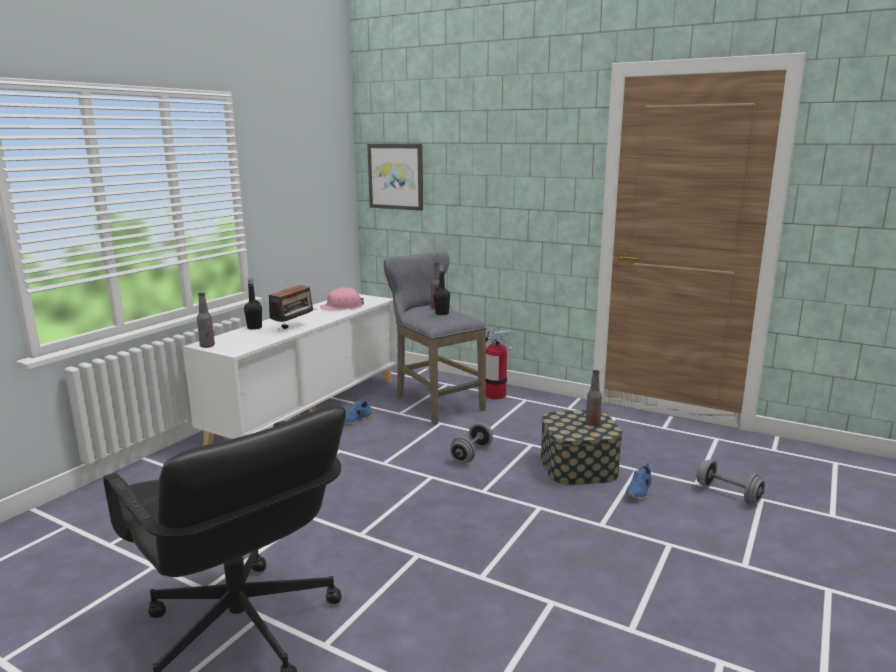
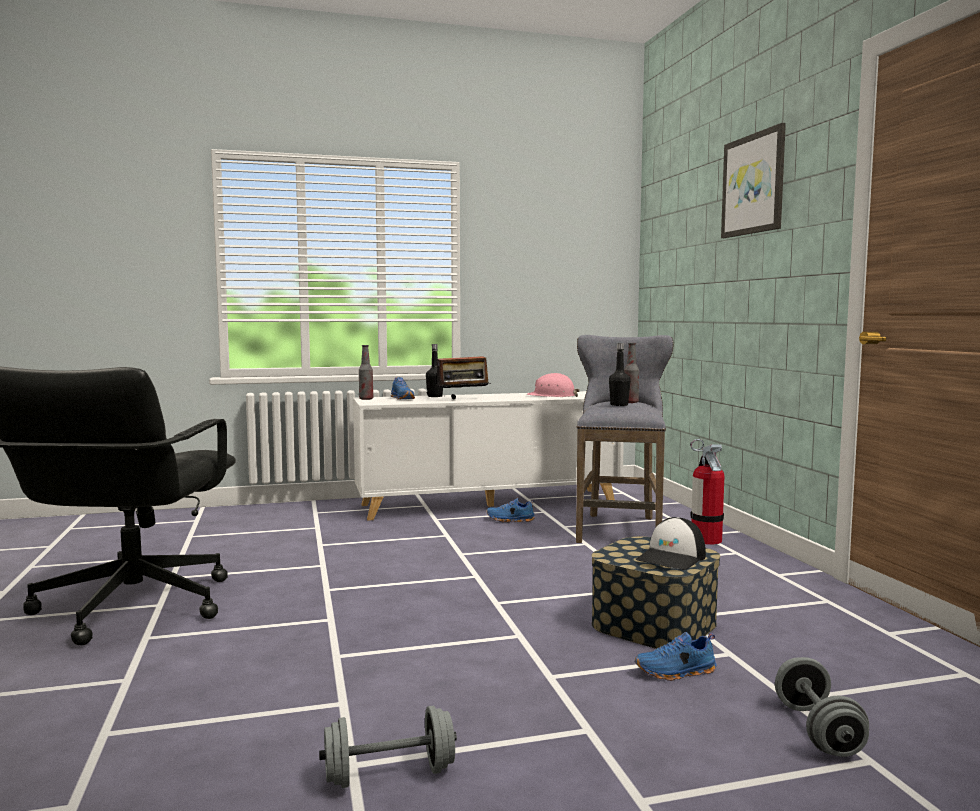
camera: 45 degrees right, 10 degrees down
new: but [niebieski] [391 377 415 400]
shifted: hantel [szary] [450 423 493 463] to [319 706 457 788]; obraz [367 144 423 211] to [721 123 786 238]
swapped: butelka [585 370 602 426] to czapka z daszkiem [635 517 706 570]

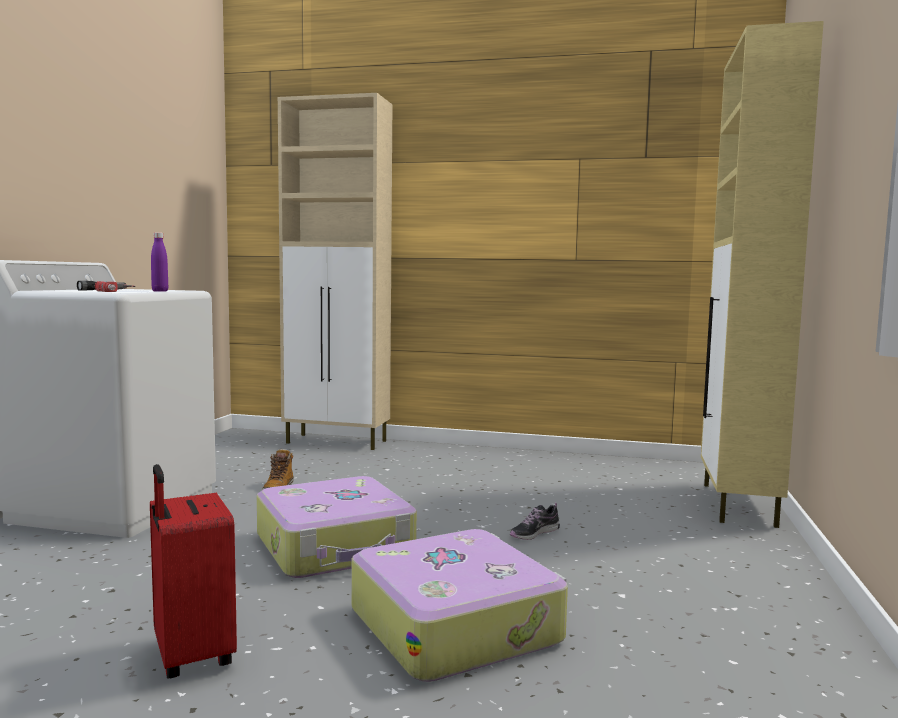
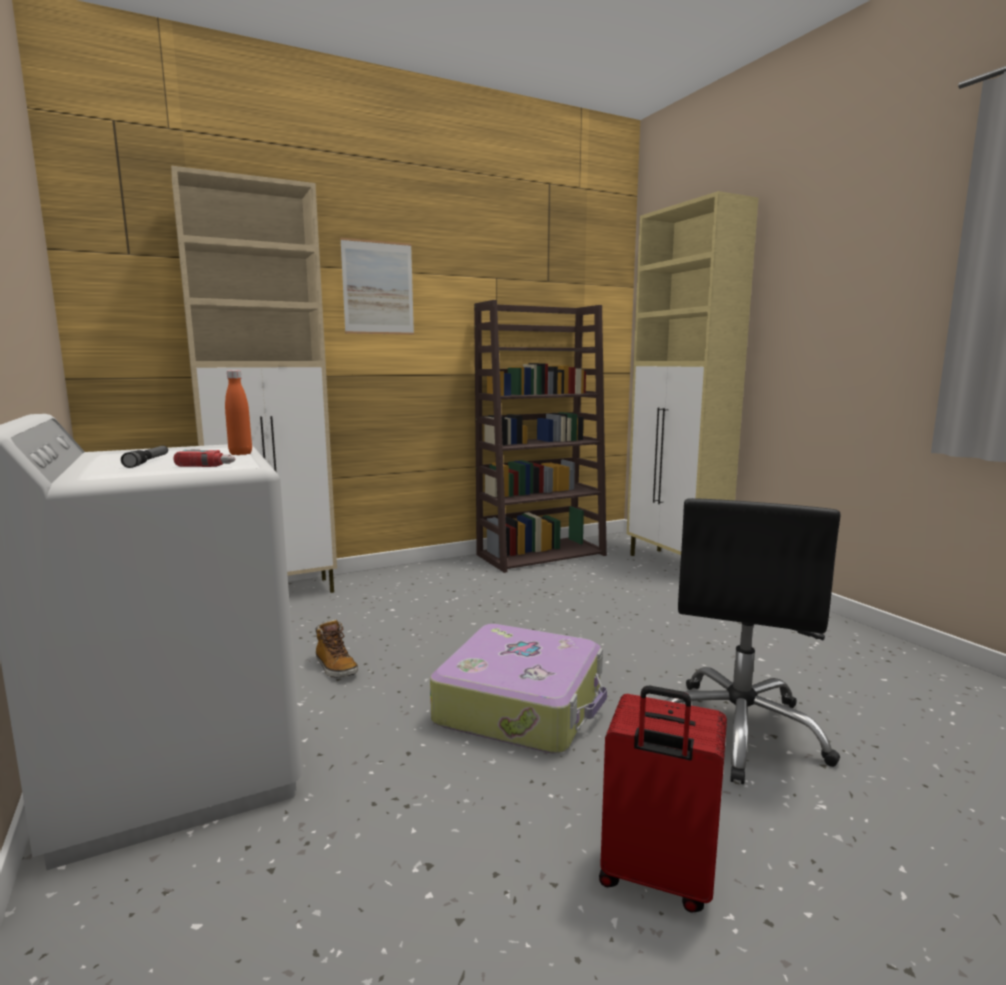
camera: 40 degrees left, 5 degrees up
gone: but [510 503 560 540]
new: obraz [340 238 414 335]; regał [brązowy] [474 300 607 573]
swapped: walizka [351 529 568 682] to krzesło biurowe [czarny] [666 498 841 784]
repainted: butelka [fioletowy] [151 232 168 292] to butelka [pomarańczowy] [225 370 252 455]

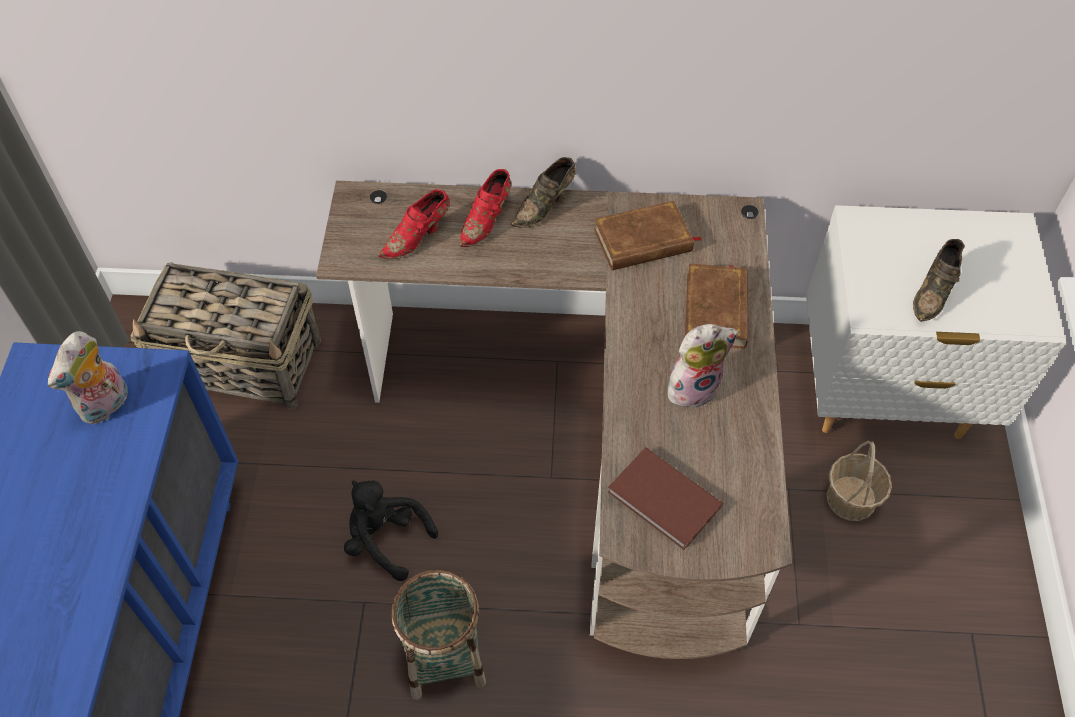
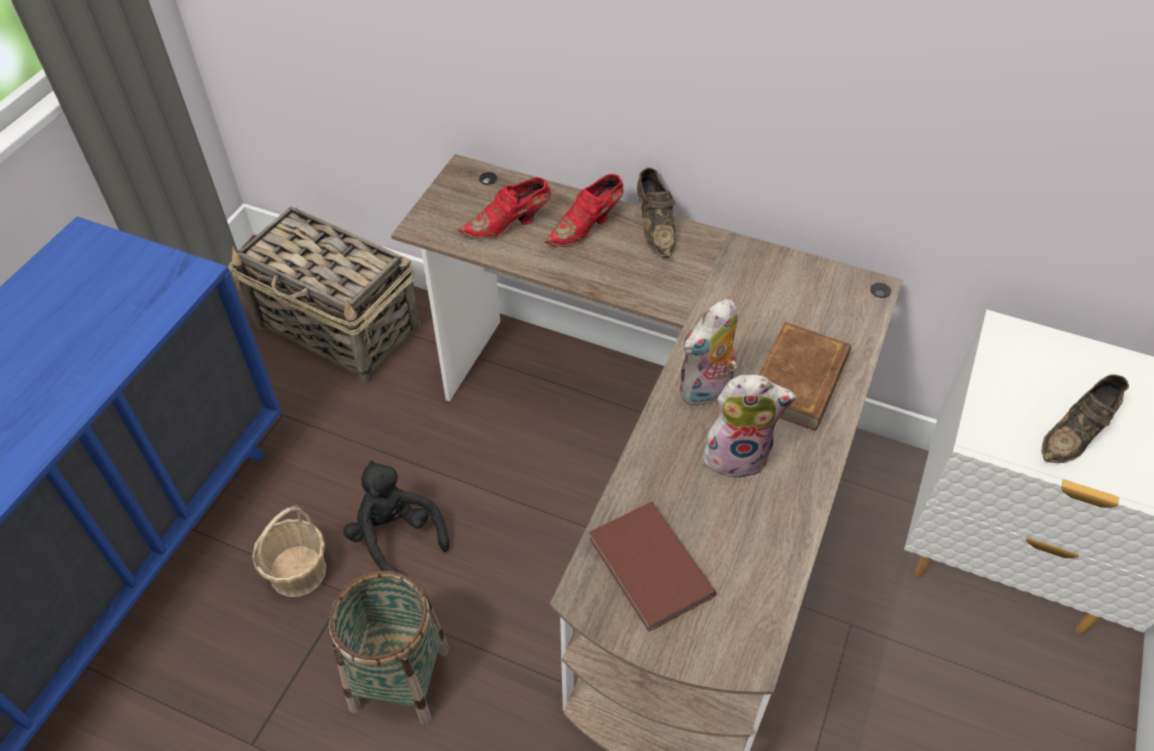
camera: 20 degrees right, 5 degrees down
gone: książka [brązowy] [594 201 702 270]
shifted: koszyk [826 441 892 521] to [252 505 327 597]; pluszak [48 331 128 424] to [678 299 738 406]
rotated: but [brązowy] [511 157 576 228] = [637 168 676 258] 75 degrees counterclockwise

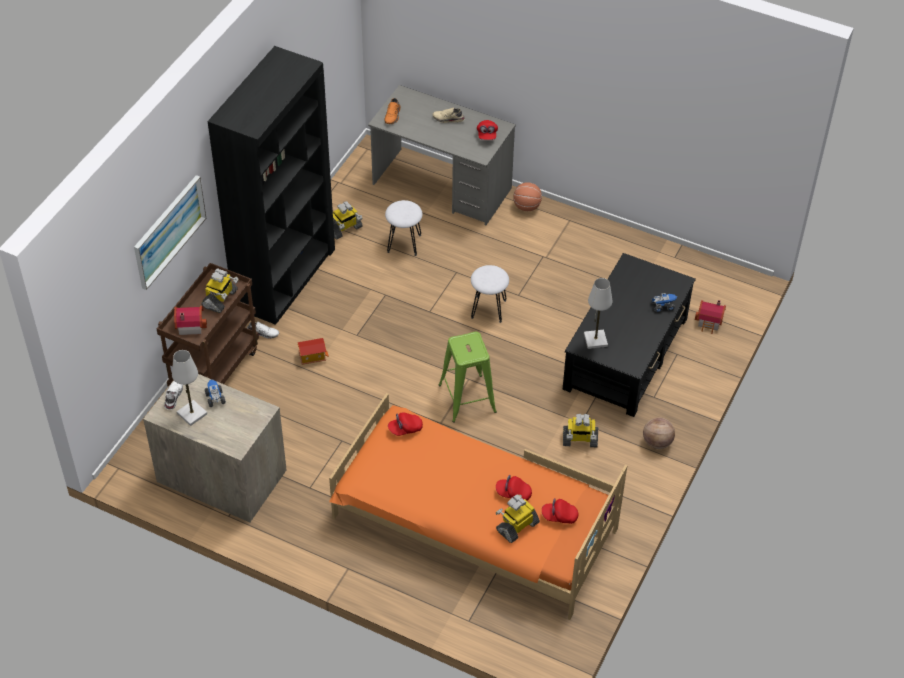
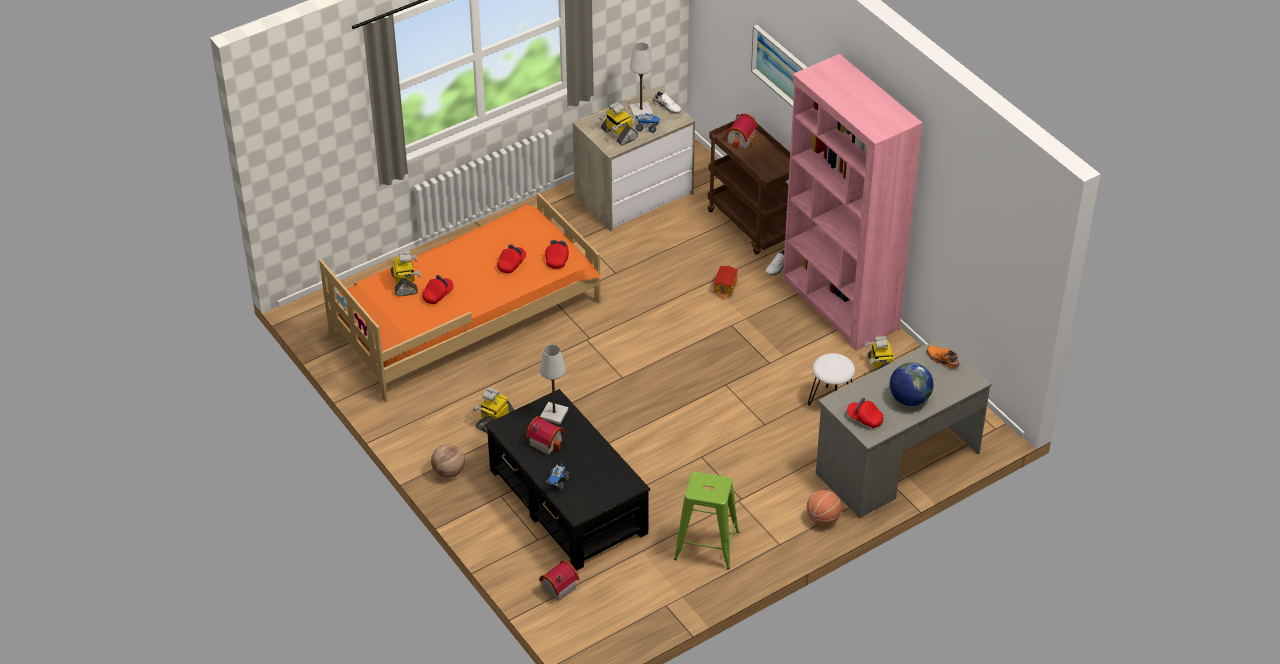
camera: 120 degrees right, 5 degrees down
gone: stołek [biały] [471 265 509 323]
new: domek [526 416 565 455]
shifted: czapka z daszkiem [czerwony] [542 498 579 524] to [497 244 526 273]; robot zabawkowy [201 268 239 313] to [599 102 638 146]; stołek [zielony] [439 332 497 423] to [674 471 739 570]
swapped: but [beżowy] [432 107 465 123] to globus [890 362 933 406]
repainted: regał [czarny] [207 46 335 325] to regał [różowy] [783 54 922 351]

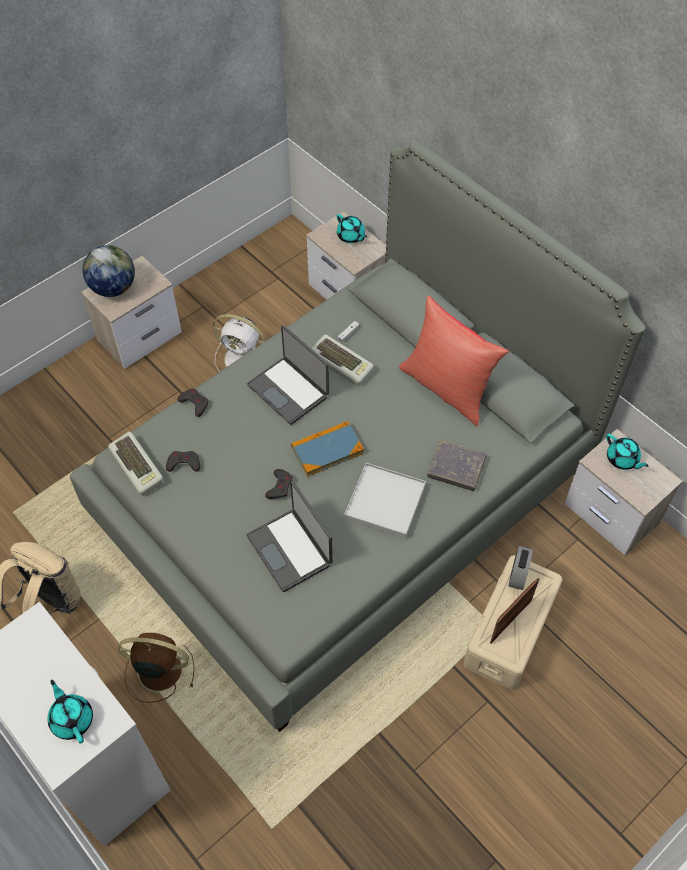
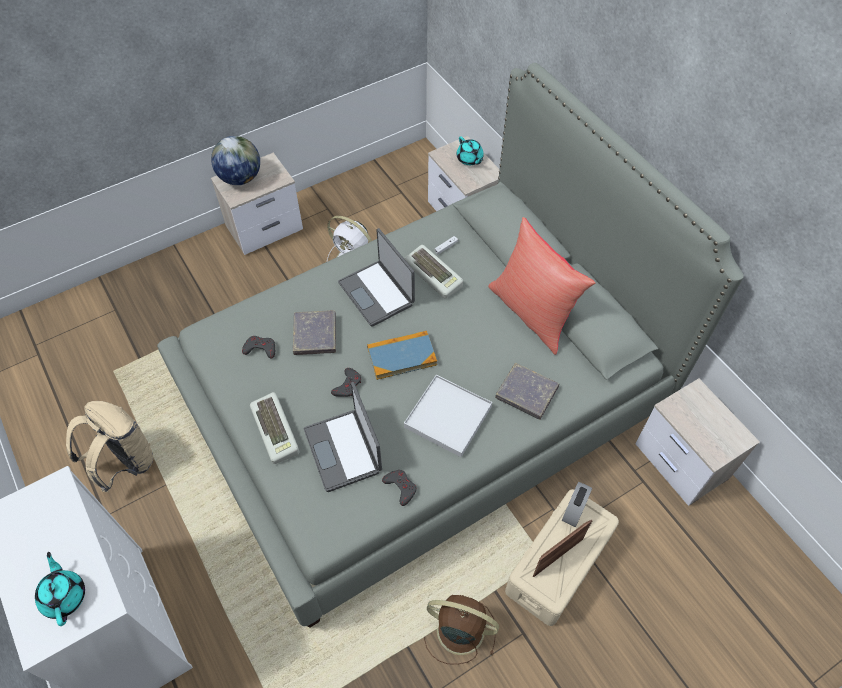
camera: 10 degrees right, 0 degrees up
gone: imbryk [turkusowy] [606 434 649 470]
new: książka [szary] [293 310 336 355]
shifted: klawiatura [108 432 164 496] to [250 392 299 464]; pad do gier [szary] [177 389 208 417] to [382 470 417 506]; wentylator [brązowy] [118 633 195 703] to [424 595 499 665]

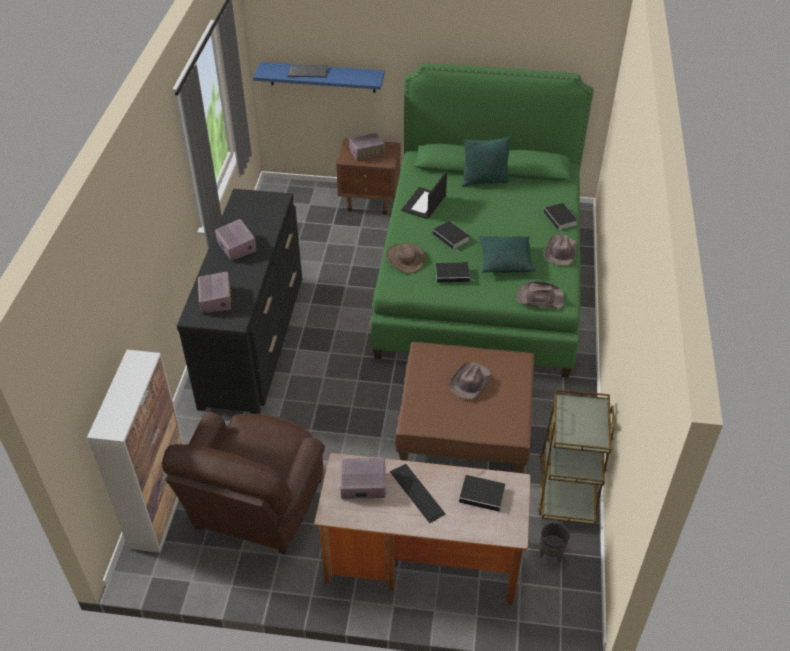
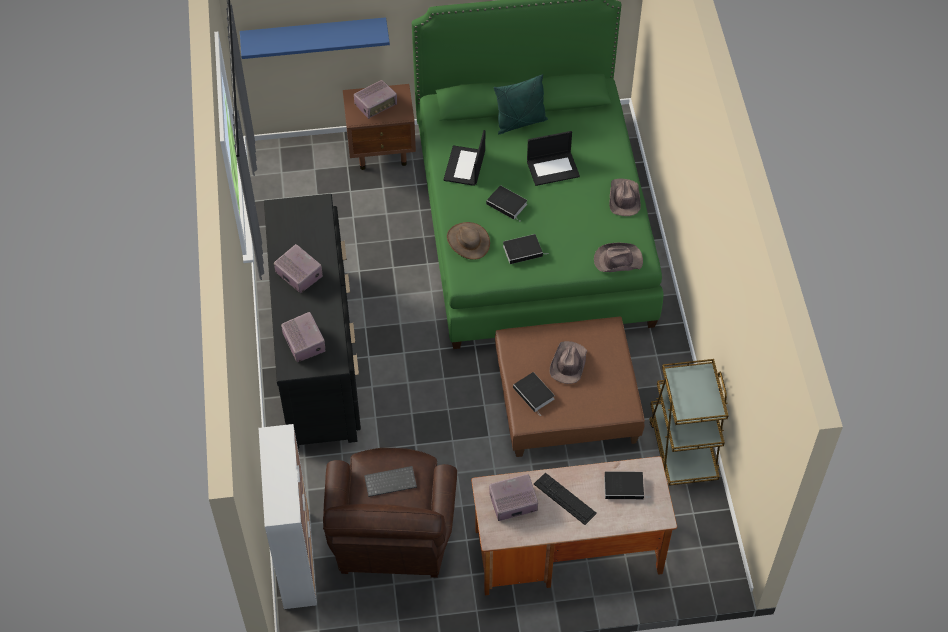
camera: 15 degrees left, 10 degrees up
gone: poduszka [zielony] [479 236 535 273]; donica [czarny] [539 523 570 564]
new: laptop [527 131 580 186]
shifted: klawiatura [288 65 328 78] to [364 466 417 497]; książka [544 203 578 233] to [513 372 555 414]

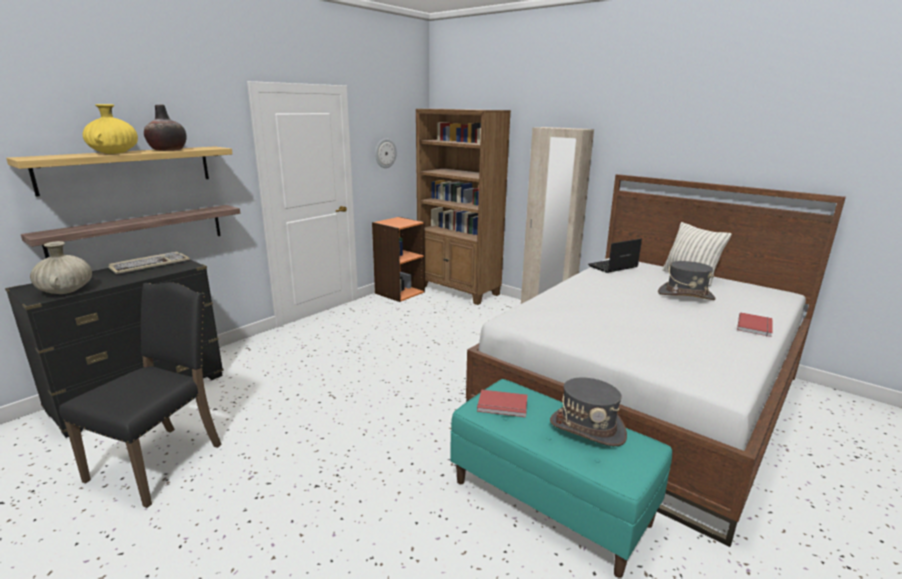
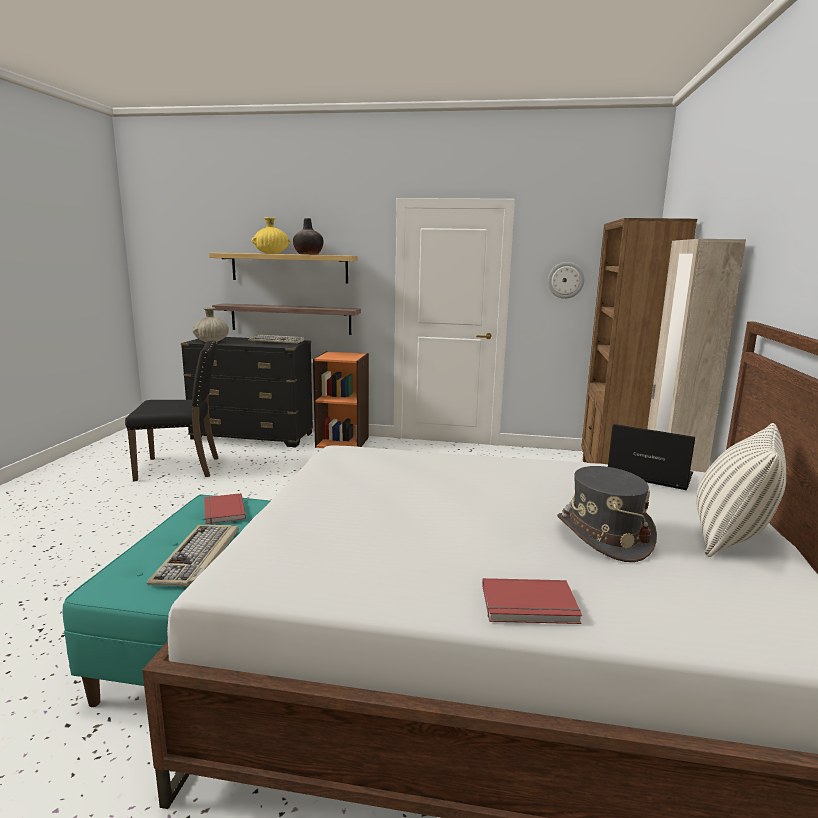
camera: 60 degrees right, 5 degrees down
shifted: regał [pomarańczowy] [372 217 425 302] to [313 351 369 448]
swapped: kapelusz [szary] [550 378 627 446] to klawiatura [147 525 238 587]

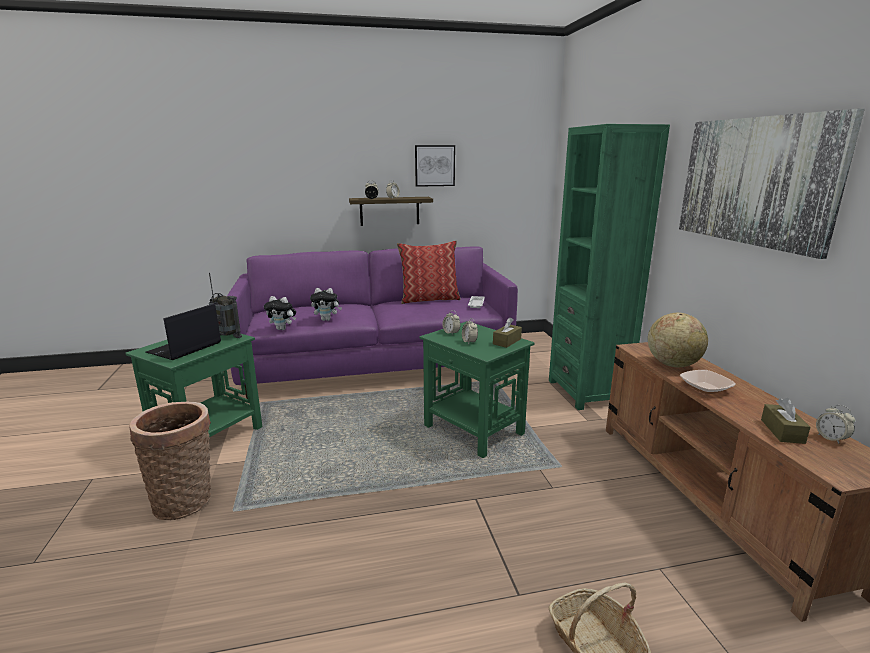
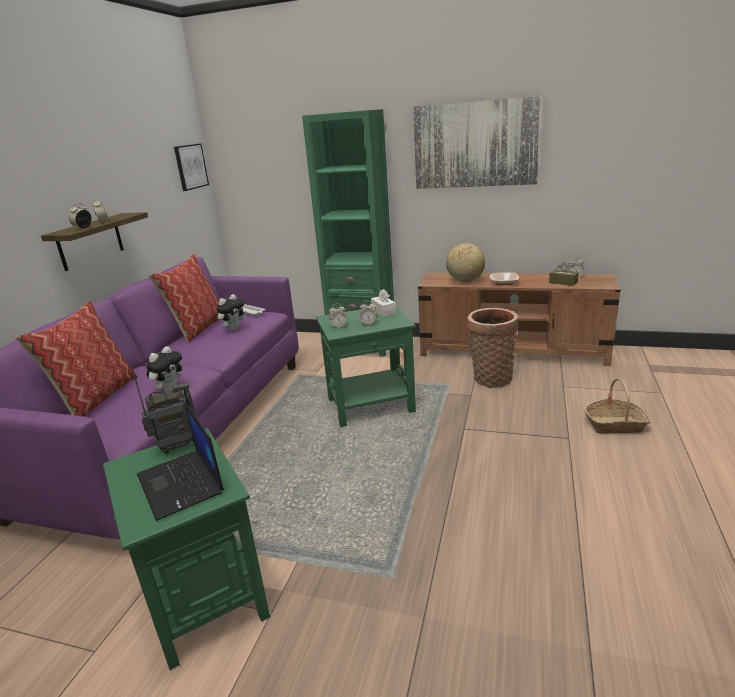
camera: 60 degrees left, 5 degrees up
new: poduszka [16 301 137 417]
shifted: obraz [415 145 455 187] to [174 143 209 191]; pluszak [264 296 296 330] to [216 294 246 331]; koszyk [129 402 211 520] to [467 308 518 388]
repainted: pudełko chusteczek [brązowy] [493 317 522 348] to pudełko chusteczek [biały] [371 289 396 317]

